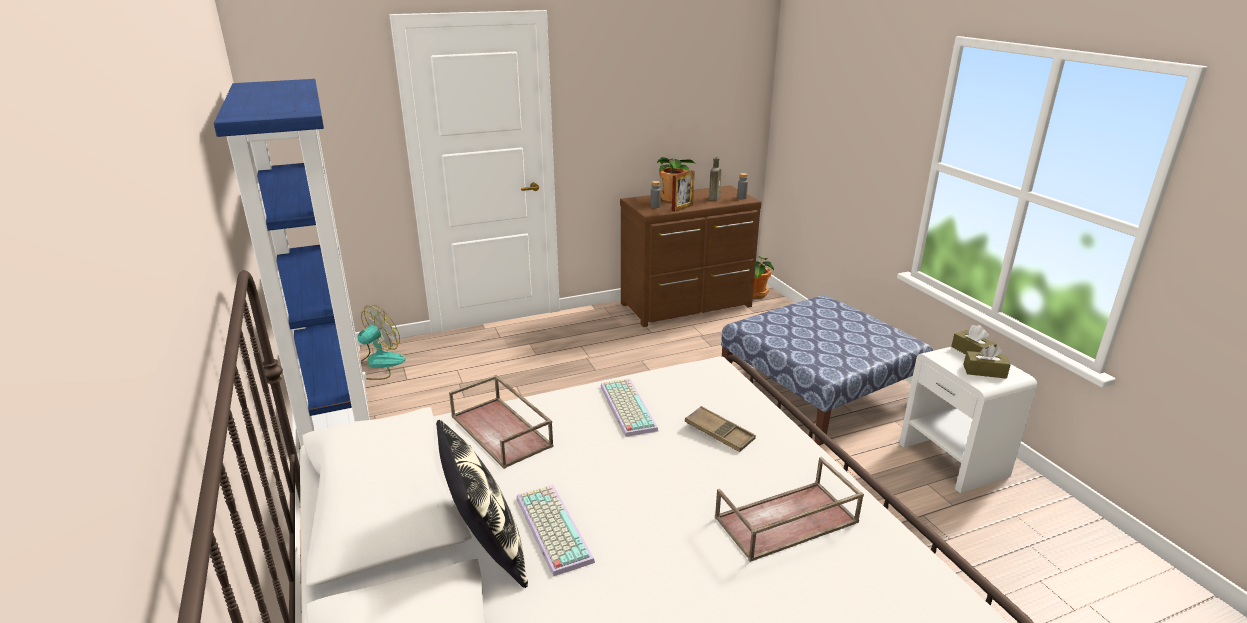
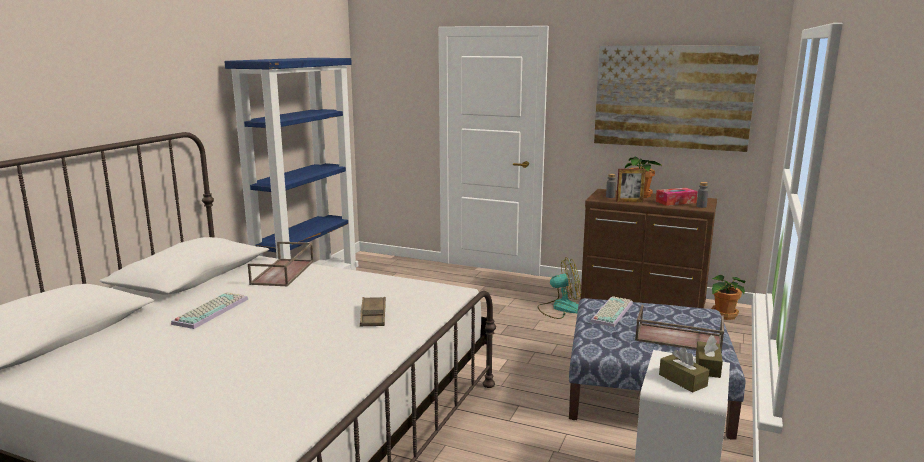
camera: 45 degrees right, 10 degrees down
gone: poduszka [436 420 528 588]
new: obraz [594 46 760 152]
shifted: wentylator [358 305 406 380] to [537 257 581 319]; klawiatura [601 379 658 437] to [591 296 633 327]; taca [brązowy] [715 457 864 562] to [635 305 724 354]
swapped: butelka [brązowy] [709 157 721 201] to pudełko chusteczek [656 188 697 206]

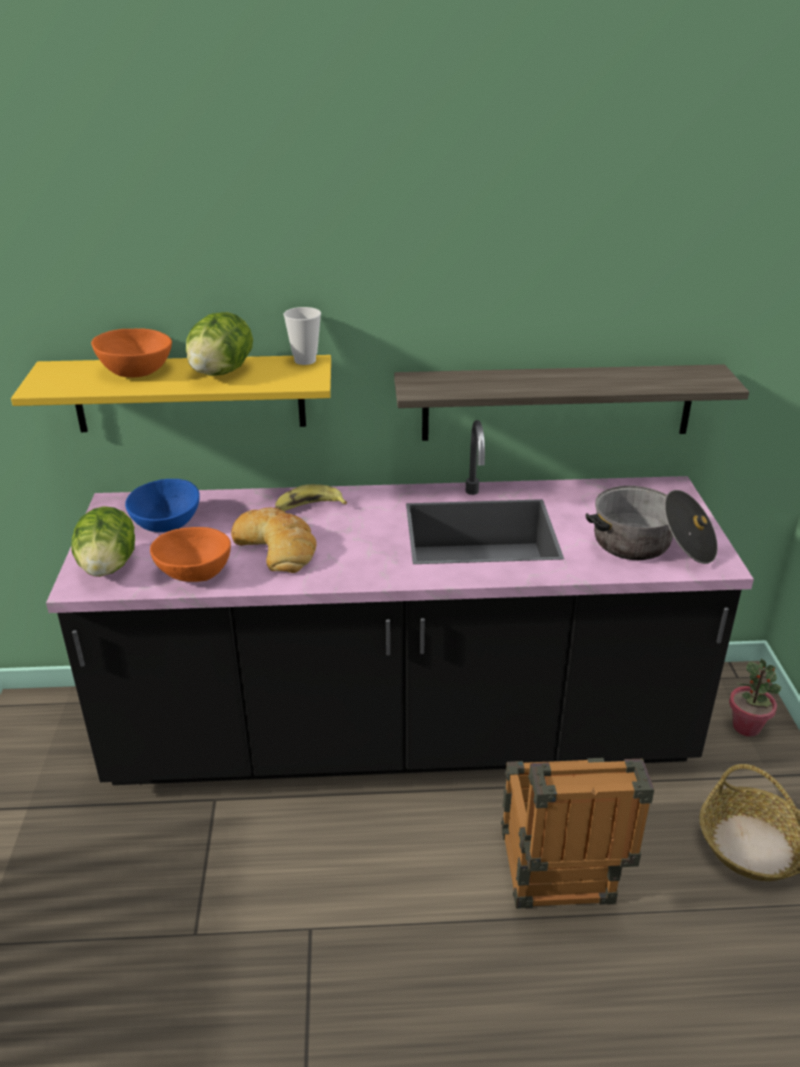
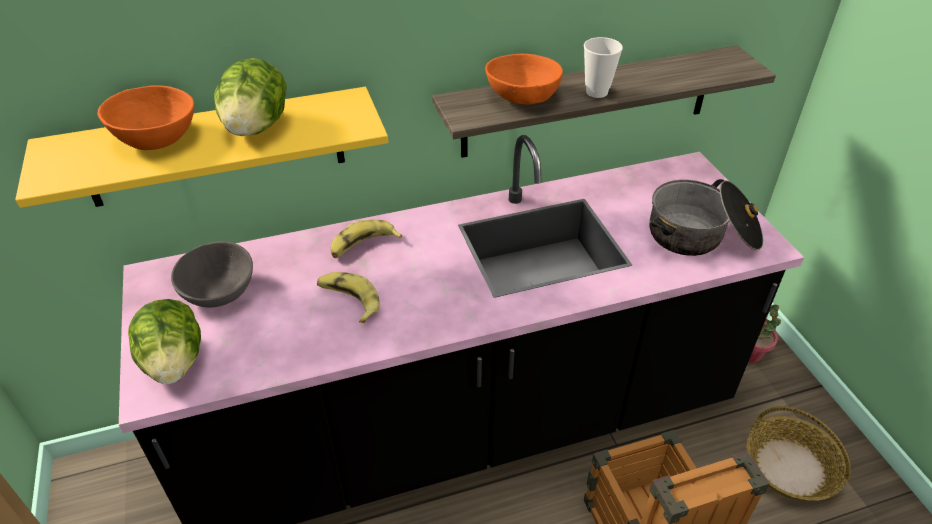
camera: 15 degrees left, 10 degrees up
shifted: miska [pomarańczowy] [150 527 231 582] to [485 54 563 104]; filiżanka [284 307 321 365] to [584 37 623 98]
swapped: chleb [231 507 316 573] to banan [317 272 380 323]
repainted: miska [niebieski] [125 479 200 532] to miska [szary] [171 241 253 308]

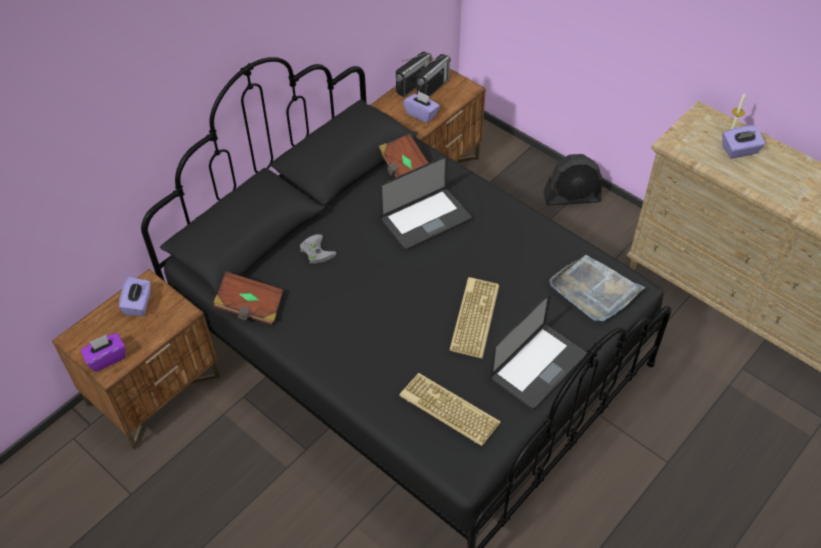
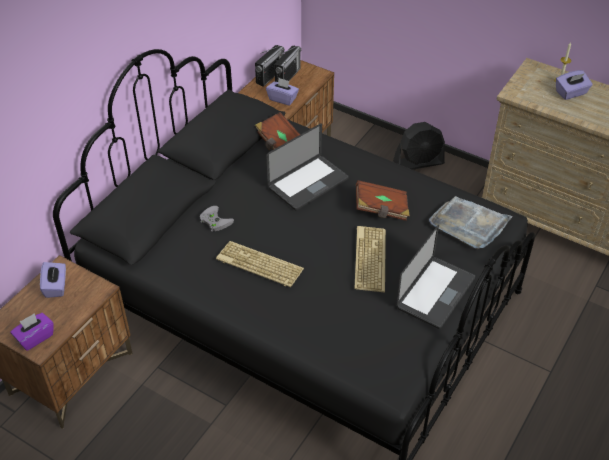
camera: 10 degrees left, 5 degrees down
shifted: klawiatura [399 373 501 446] to [216 241 304 287]; książka [brązowy] [213 271 283 326] to [356 180 410 221]

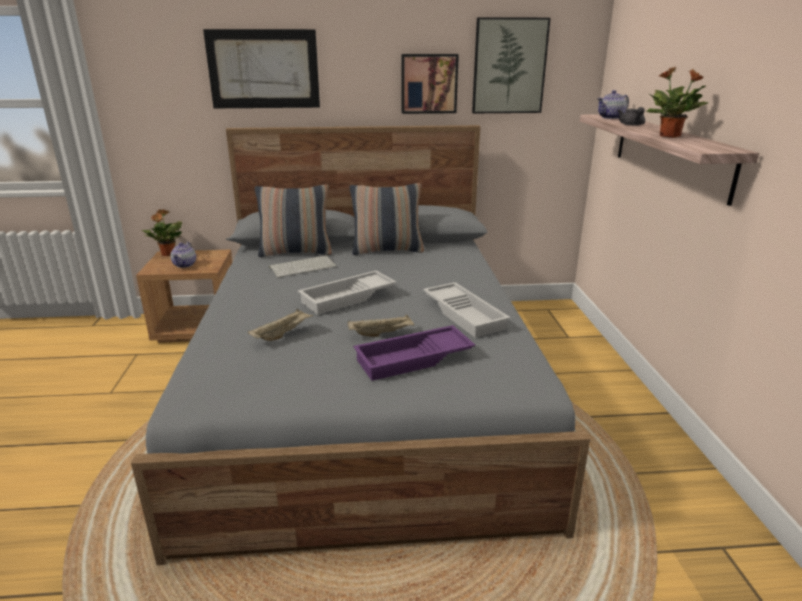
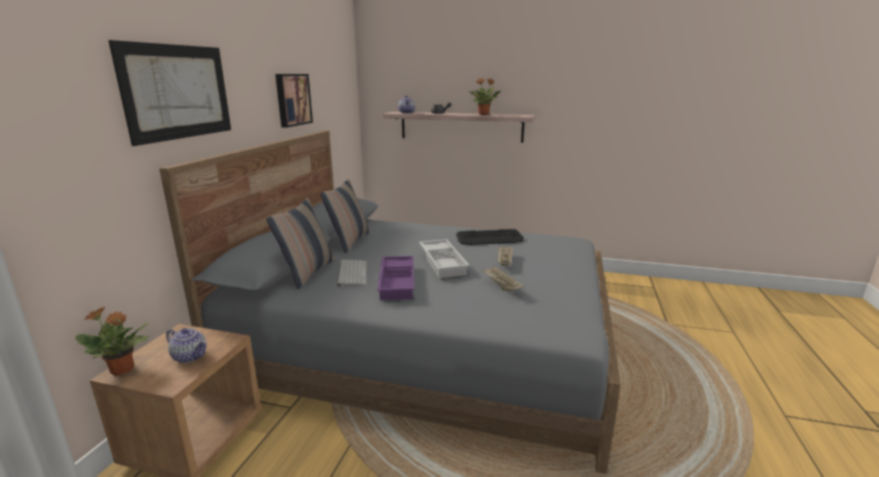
camera: 70 degrees left, 5 degrees down
gone: obraz [472 17 551 113]
shifted: taca [fioletowy] [353 325 475 381] to [377 256 414 300]
swapped: taca [biały] [423 282 510 338] to klawiatura [456 229 524 245]

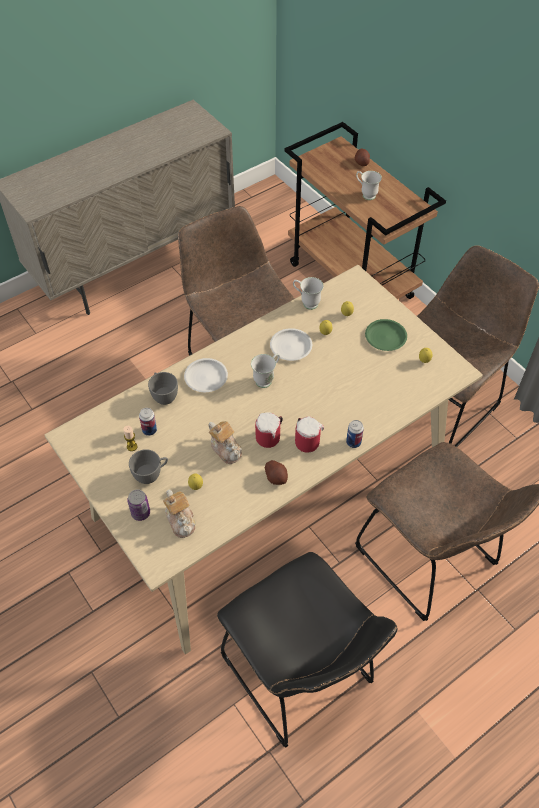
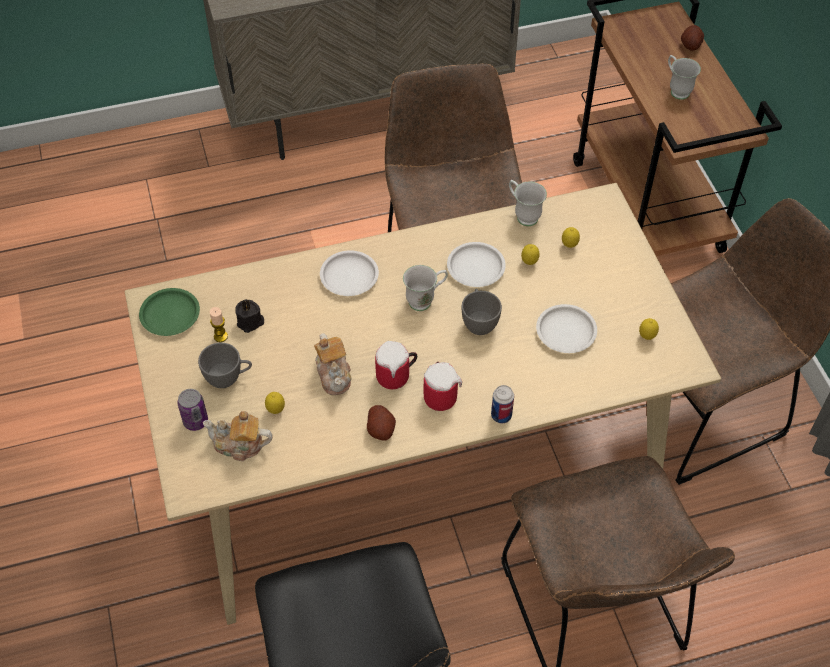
camera: 20 degrees right, 0 degrees up
new: talerz [biały] [536 304 597 353]
shifted: talerz [zielony] [365 319 407 351] to [139 288 200 336]; filiżanka [szary] [148 372 178 405] to [462 289 502 335]
swapped: puszka [139 408 157 436] to świeca [czarny] [235 299 264 333]
rotated: imbryk [163 490 195 538] = [203 411 273 461] 105 degrees clockwise

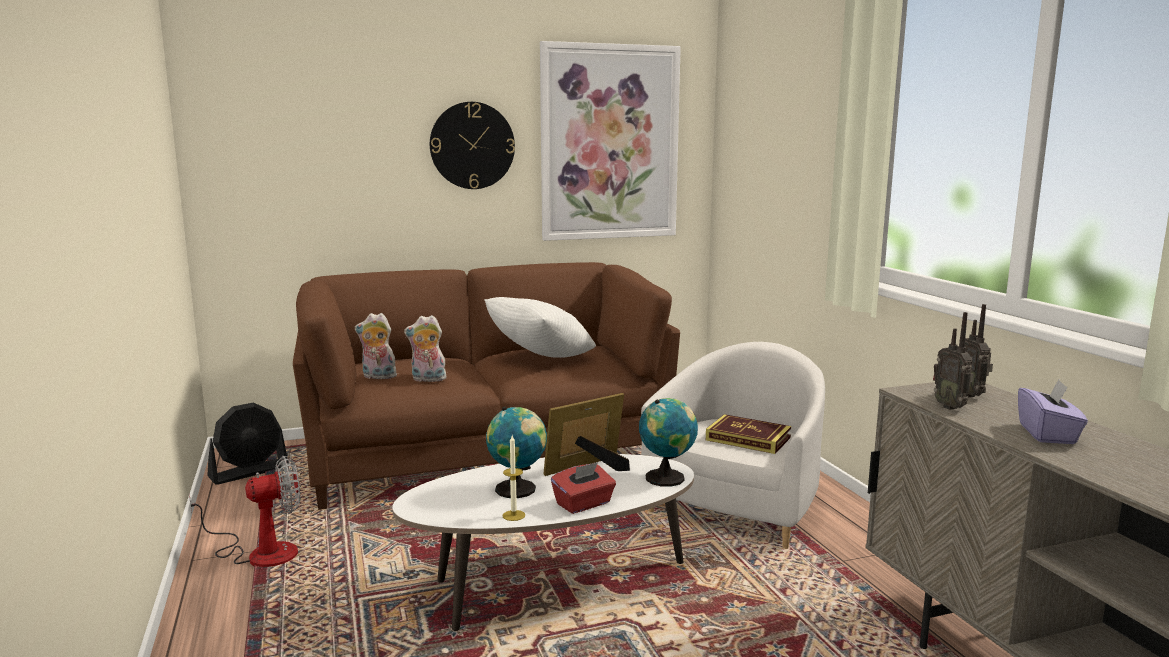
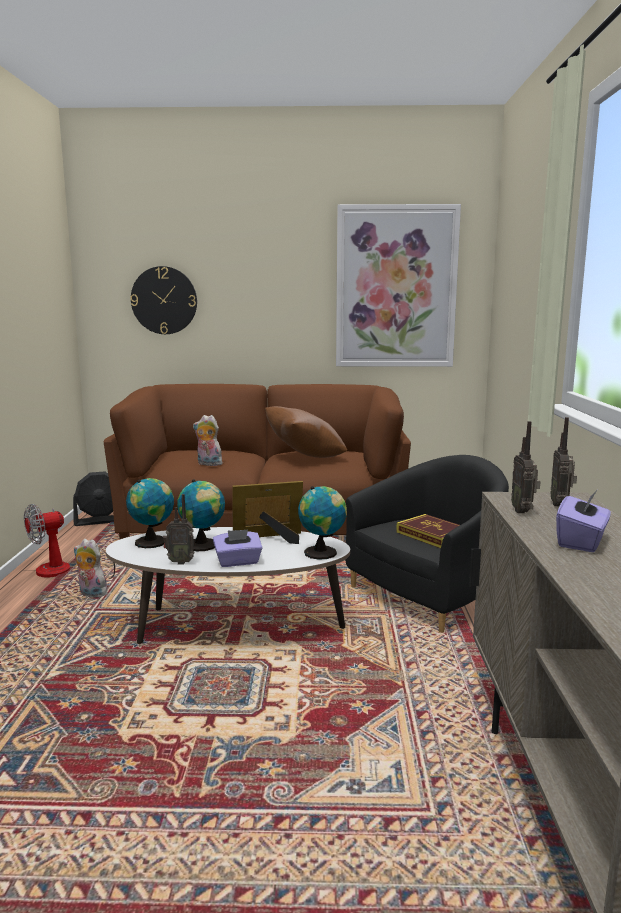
camera: 20 degrees right, 0 degrees up
new: globus [126 478 174 548]
shifted: pluszak [355 313 397 379] to [74 539 108 598]; zegar ścienny [430 102 515 189] to [130 266 197 334]
swapped: świeca [502 435 525 521] to radio [163 494 195 565]
repainted: pudełko chusteczek [czerwony] [551 462 616 514] to pudełko chusteczek [fioletowy] [213 529 262 567]; poduszka [biały] [485 297 596 358] to poduszka [brązowy] [265 406 347 458]; fotel [biały] [641 342 825 549] to fotel [czarny] [345 455 509 633]
rotated: wentylator [189 456 300 567] = [24 504 115 579] 150 degrees clockwise

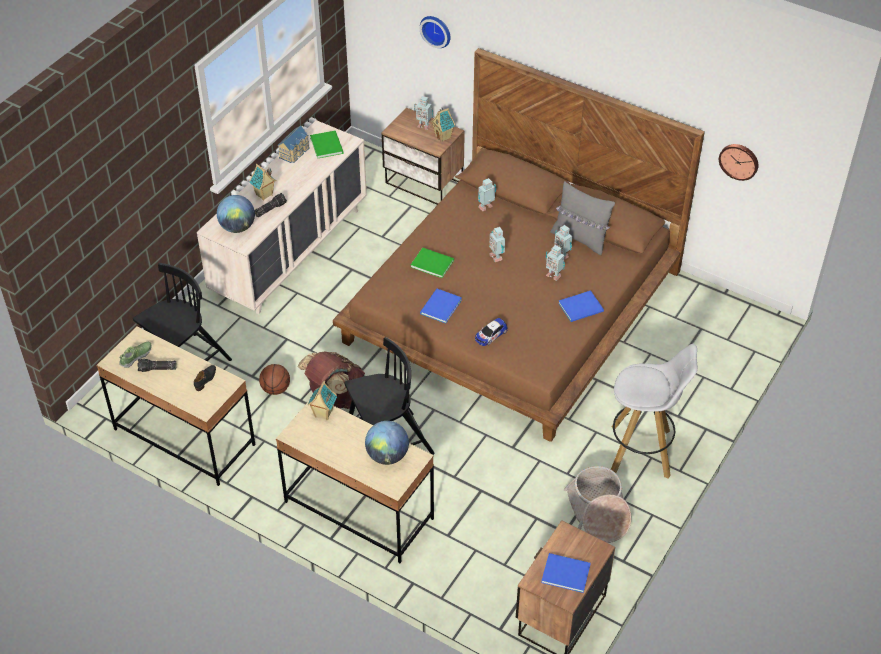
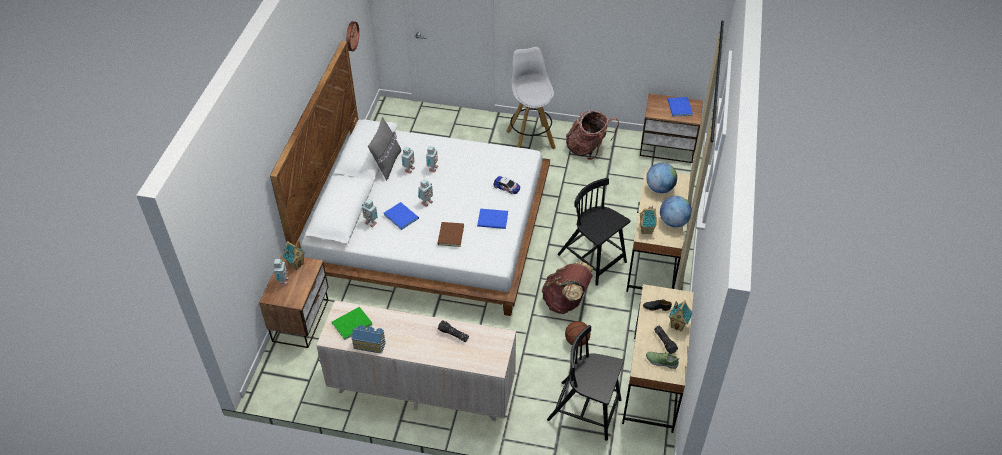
camera: 110 degrees left, 0 degrees up
gone: zegar ścienny [420 16 450 48]
shifted: książka [niebieski] [559 290 604 322] to [384 202 419 230]; globus [217 195 255 233] to [660 196 692 227]; domek [249 164 276 201] to [669 300 692 331]
swapped: koszyk [564 466 631 543] to plecak [566 110 619 160]
repainted: łóżko [brązowy] [333 48 705 442] to łóżko [biały] [270 41 550 316]; książka [zielony] [411 248 454 278] to książka [brązowy] [437 222 464 247]

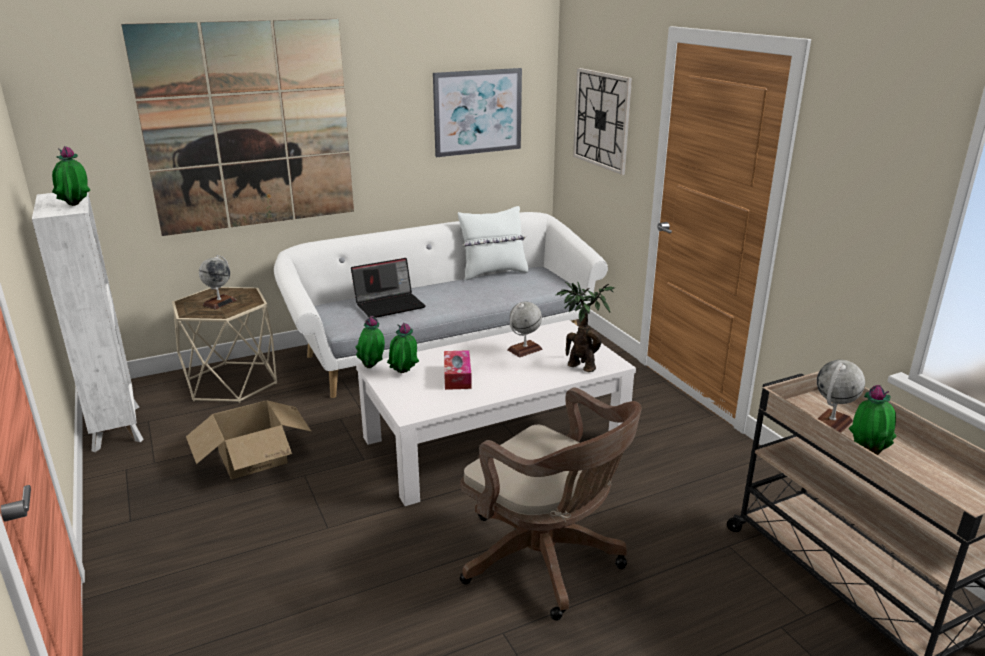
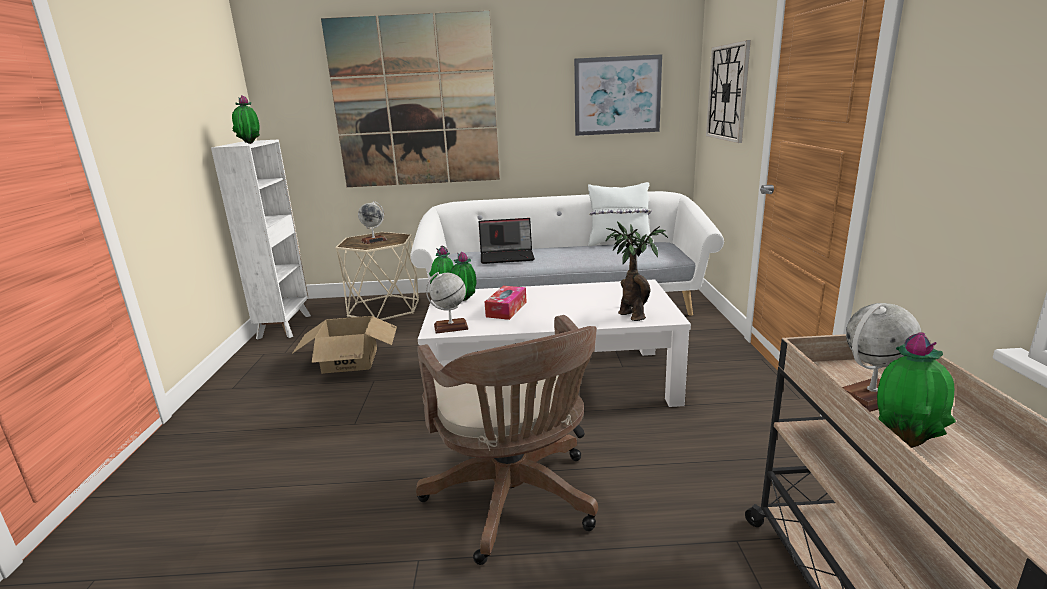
camera: 25 degrees right, 5 degrees down
shifted: globus [507 302 542 357] to [426 272 469 334]

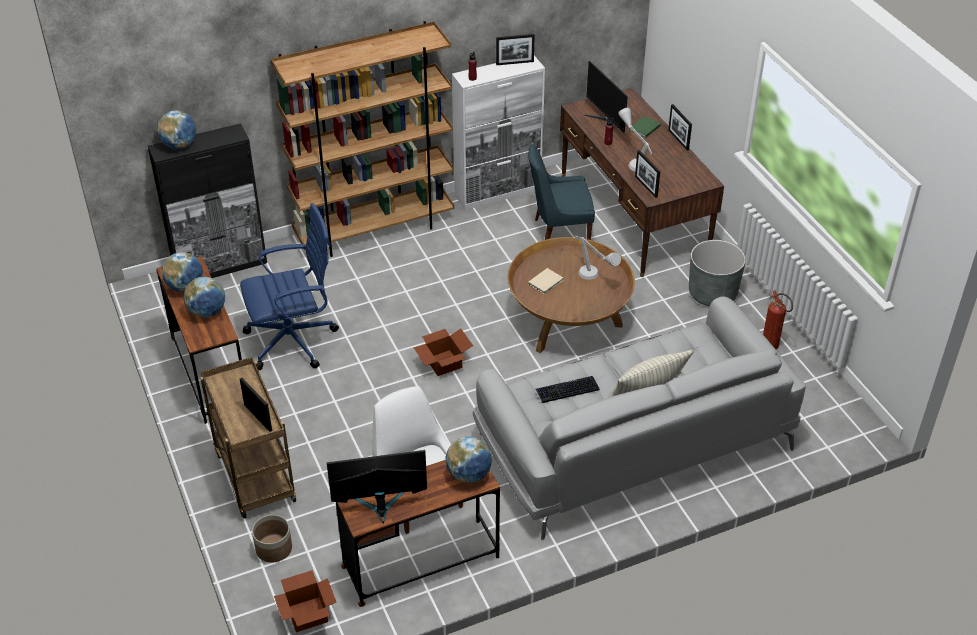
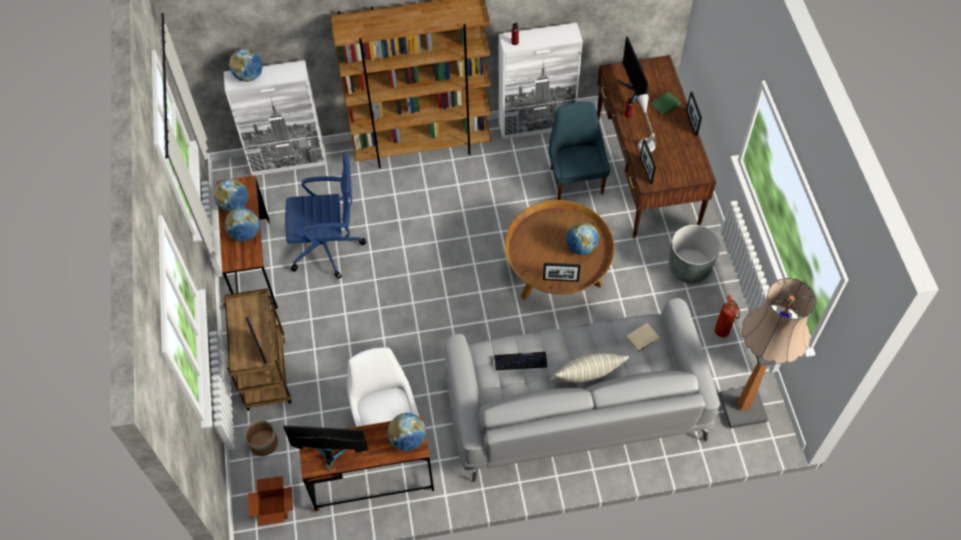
camera: 15 degrees right, 15 degrees up
gone: karton [414 328 473 376]
new: lampa stojąca [719 278 816 428]
shifted: ramka na zdjęcie [496 34 535 65] to [543 263 581 282]; książka [beżowy] [528 268 563 294] to [626 323 660 352]
swapped: lampa stołowa [szary] [575 236 621 280] to globus [566 222 599 255]
repainted: szafka [czarny] [148 123 267 278] to szafka [biały] [224 60 326 176]
rotated: krzesło [niebieski] [528 144 595 240] = [549 102 610 200] 75 degrees clockwise

